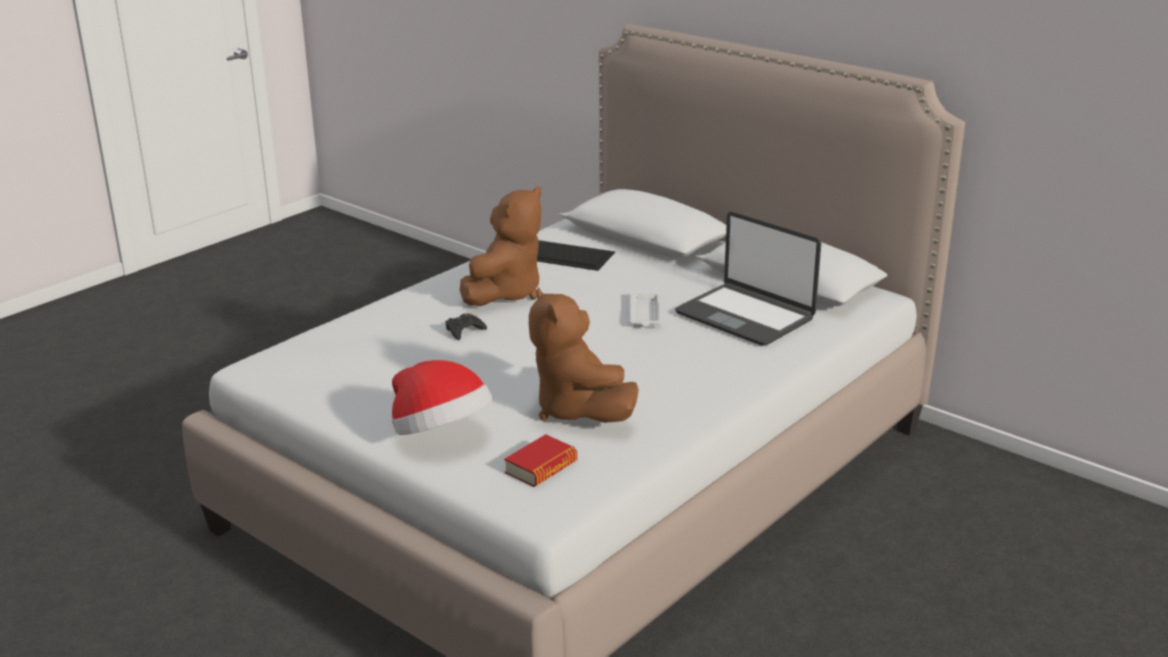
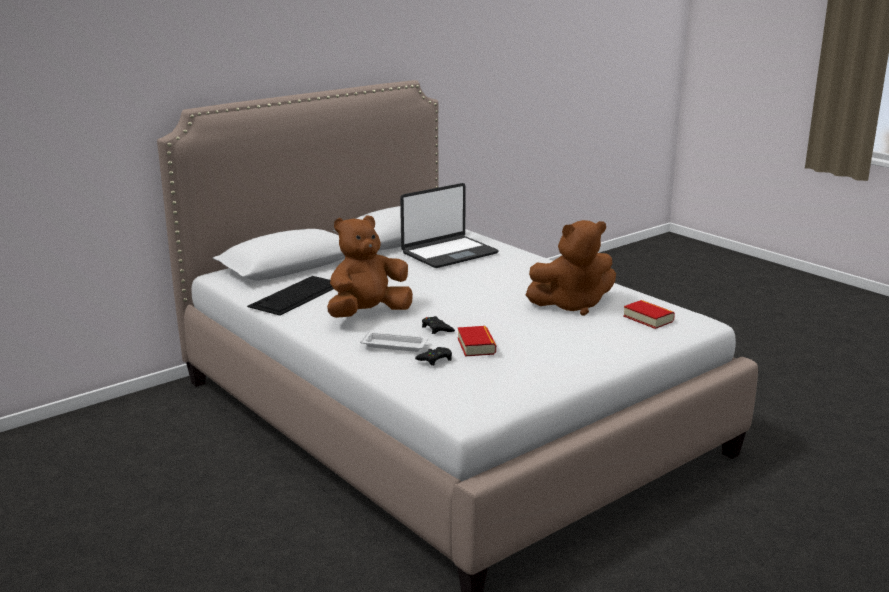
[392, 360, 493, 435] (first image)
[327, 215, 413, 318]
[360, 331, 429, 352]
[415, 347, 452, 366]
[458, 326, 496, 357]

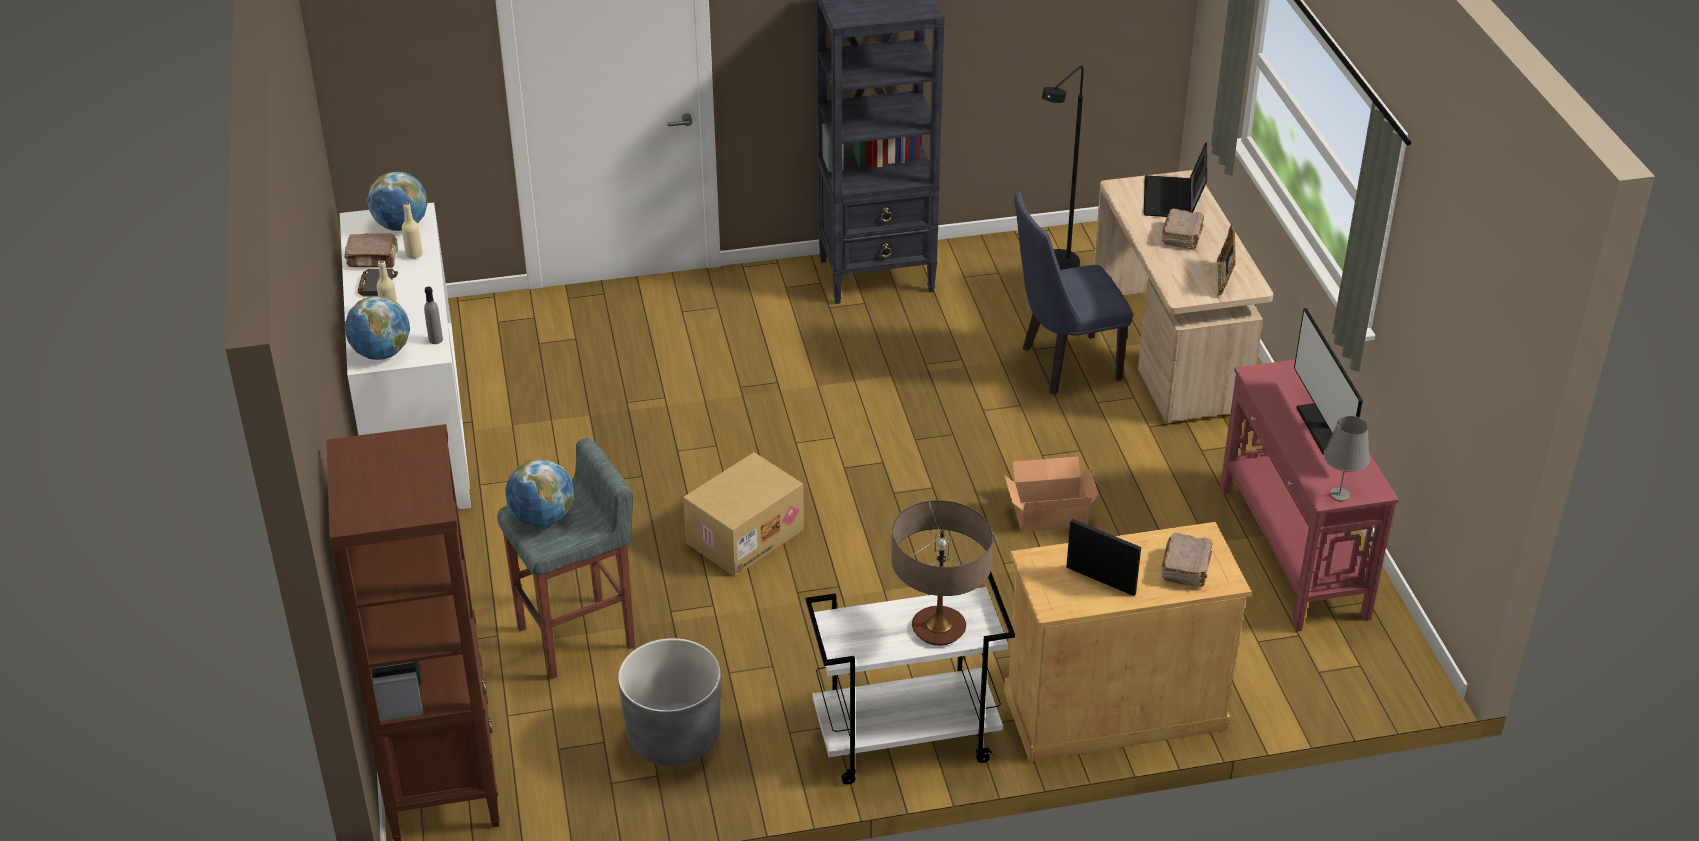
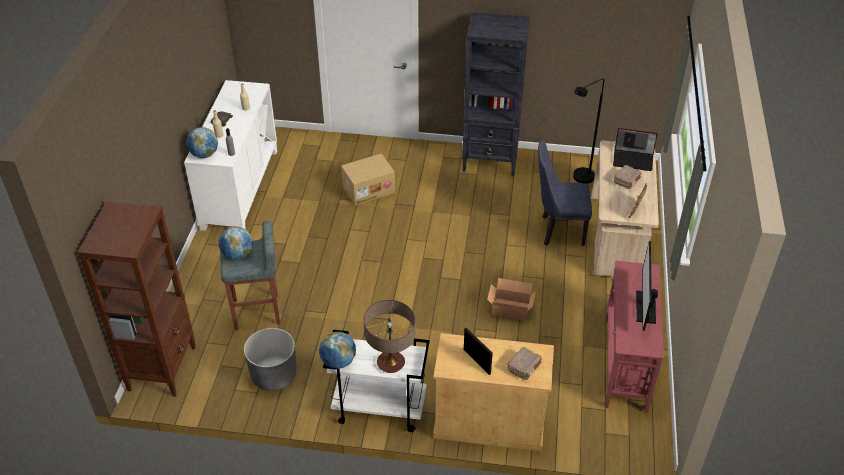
[344, 233, 398, 268] (first image)
[319, 332, 356, 369]
[341, 153, 395, 205]
[613, 128, 657, 171]
[1324, 416, 1370, 502] (first image)

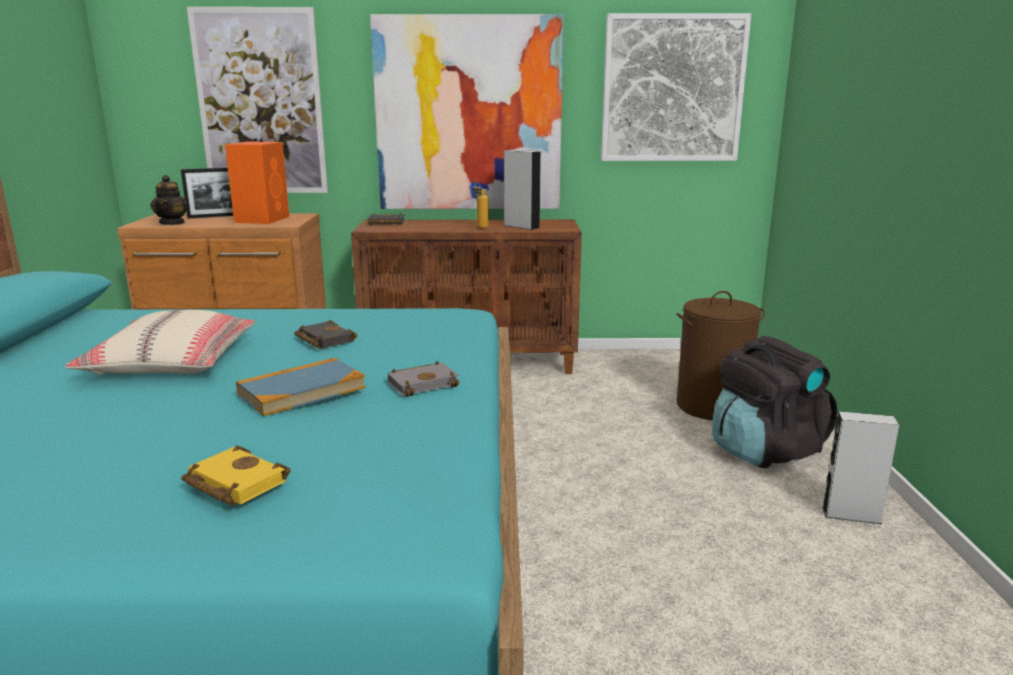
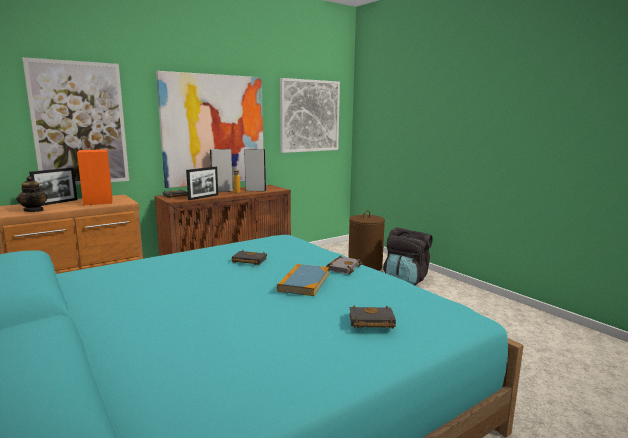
[65, 310, 255, 375] (first image)
[349, 305, 396, 328]
[210, 149, 233, 192]
[186, 167, 218, 200]

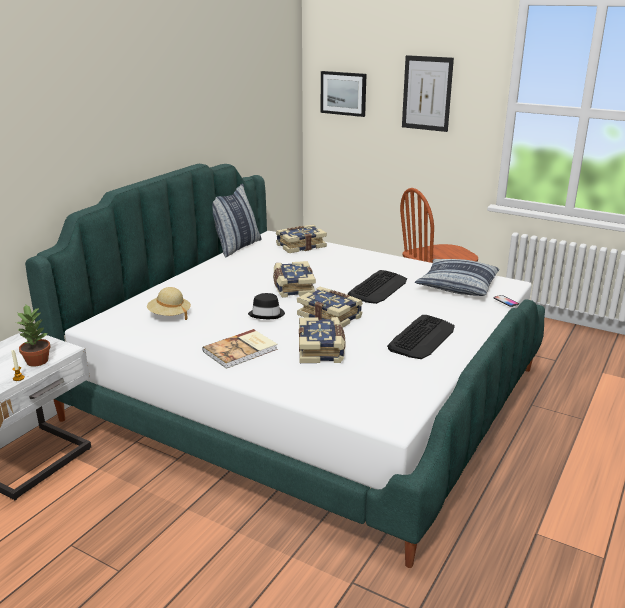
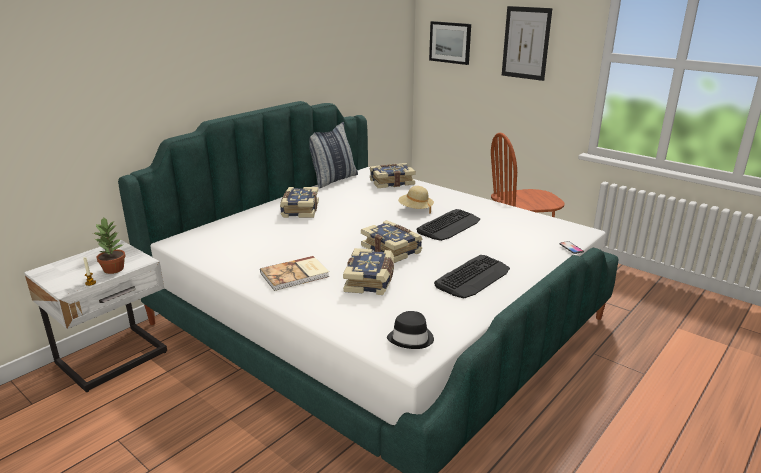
[398, 186, 434, 214]
[387, 311, 434, 349]
[280, 187, 319, 218]
[415, 259, 499, 296] (first image)

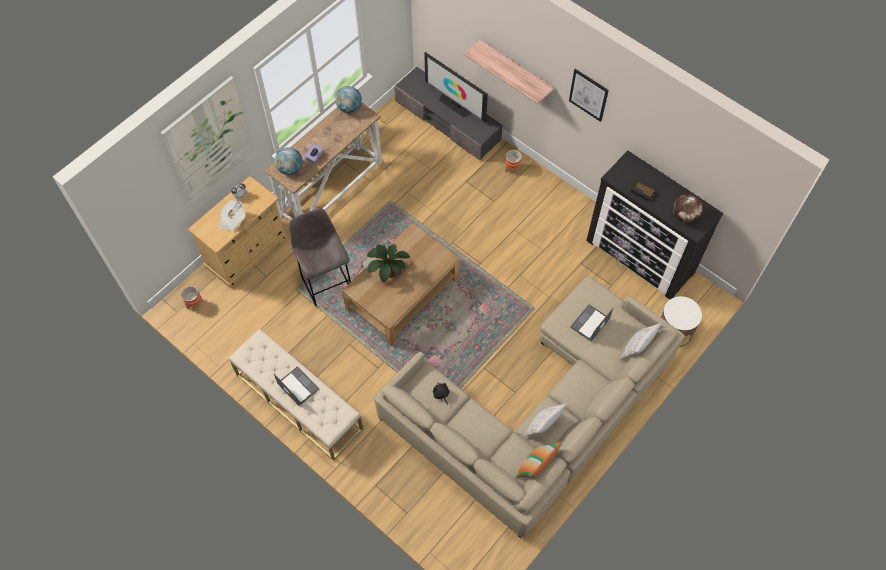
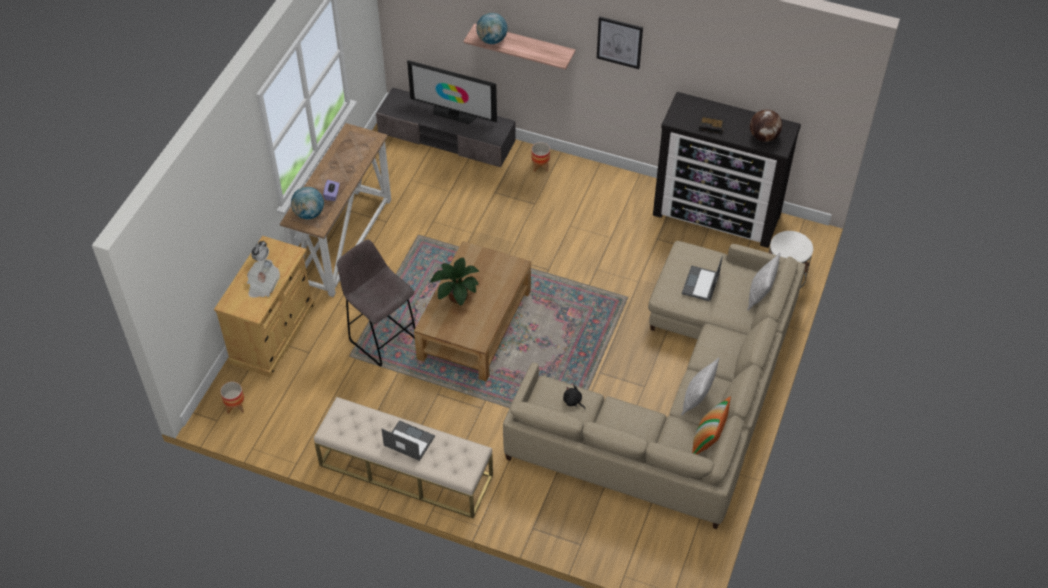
[161, 76, 254, 204] (first image)
[476, 13, 508, 44]

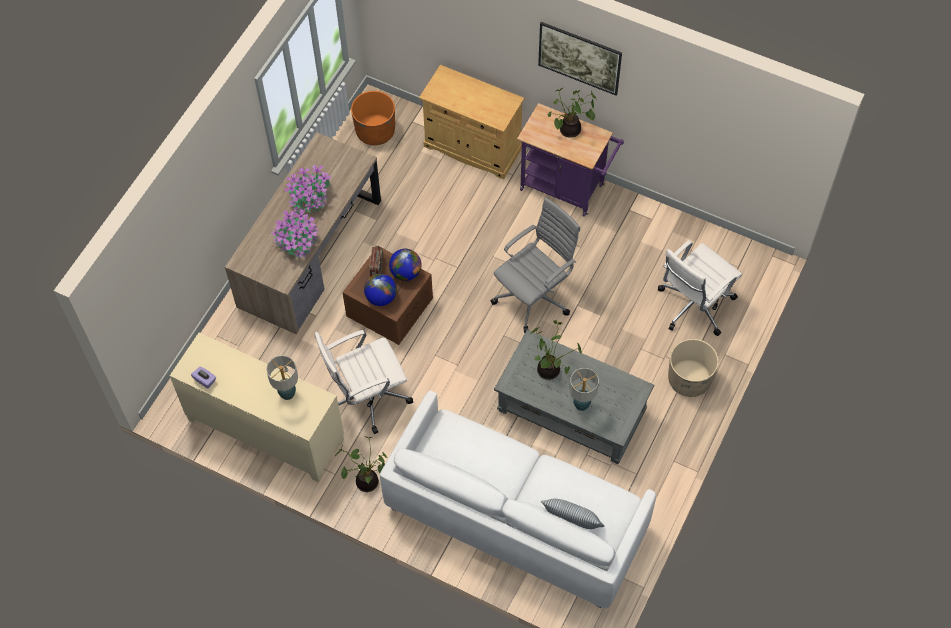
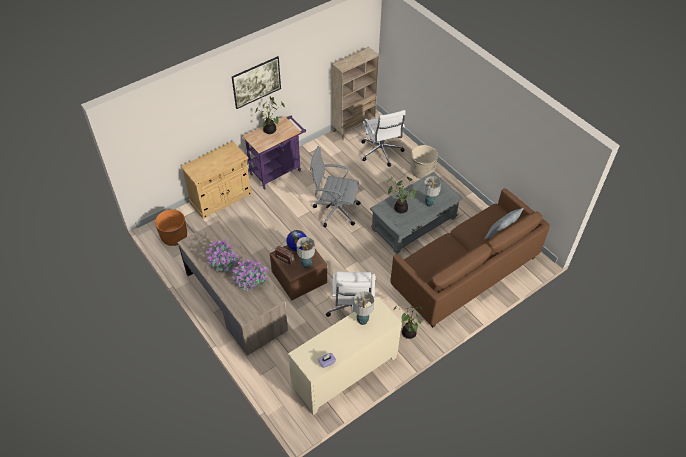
[296, 237, 315, 268]
[391, 188, 550, 328]
[310, 146, 361, 227]
[332, 47, 379, 140]

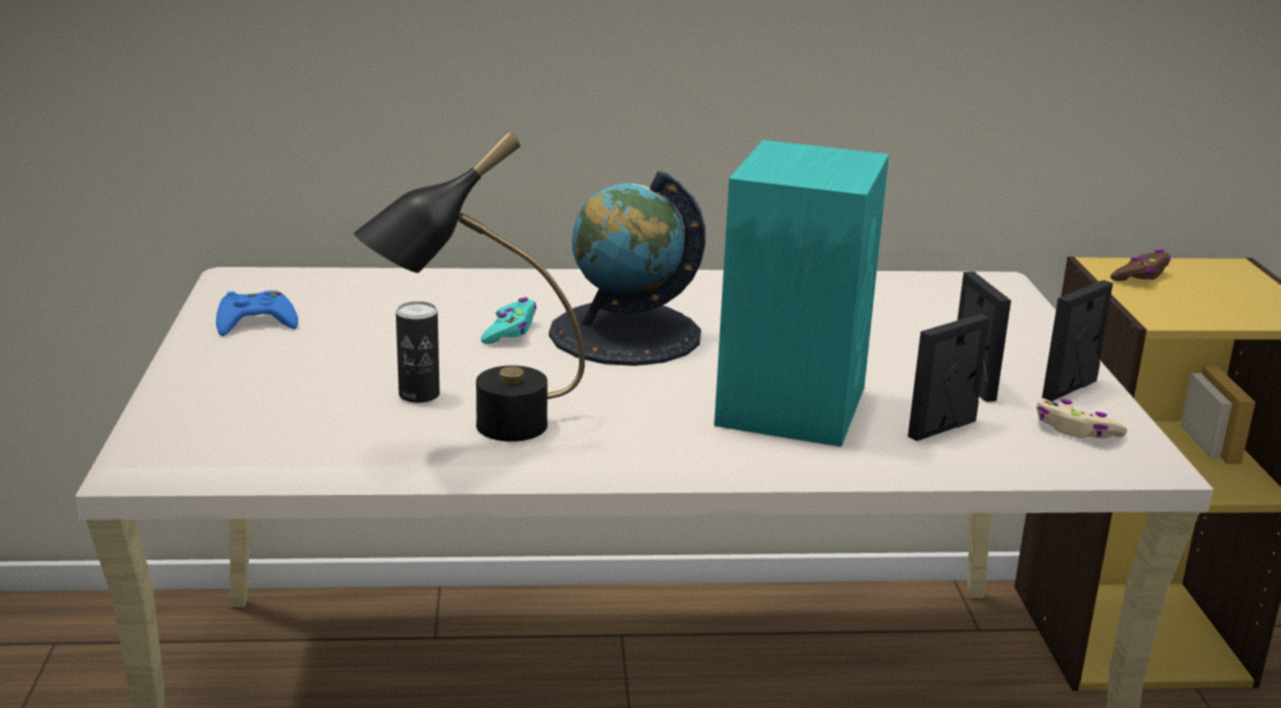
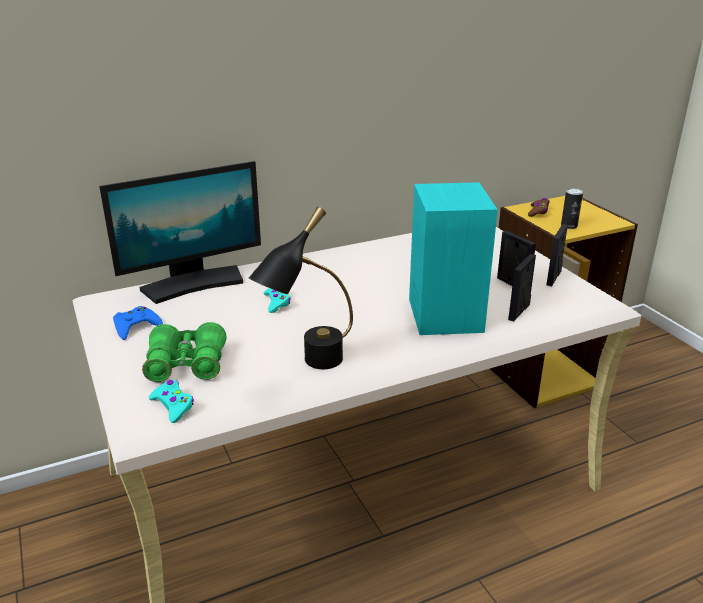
[561, 188, 583, 229]
[549, 171, 705, 366] (first image)
[1036, 399, 1128, 439] (first image)
[99, 161, 261, 304]
[142, 322, 226, 382]
[149, 380, 194, 423]

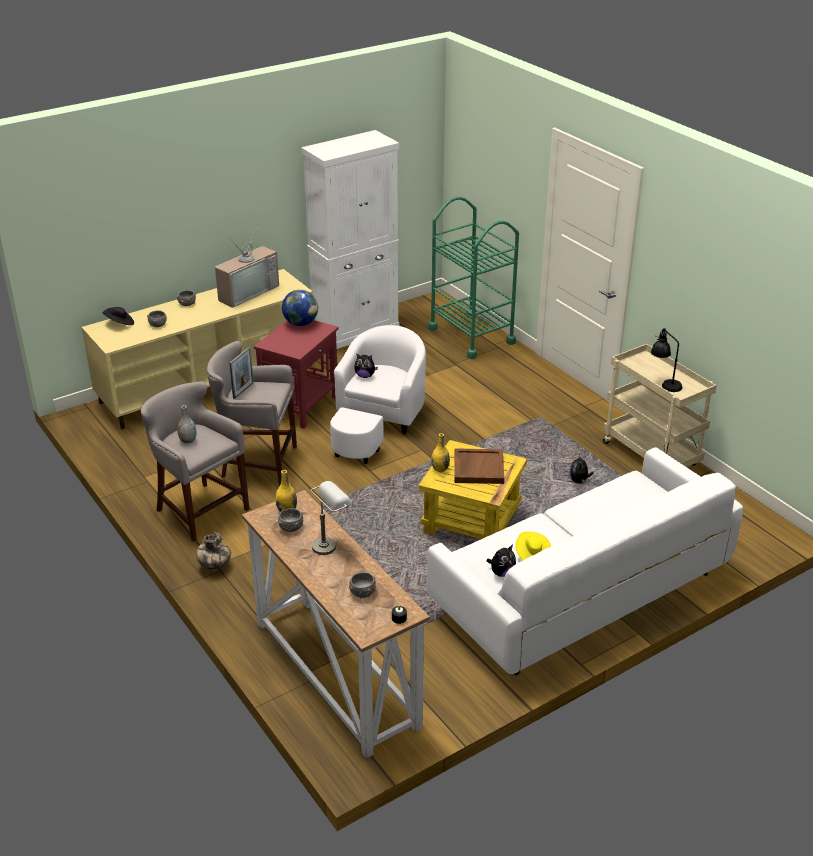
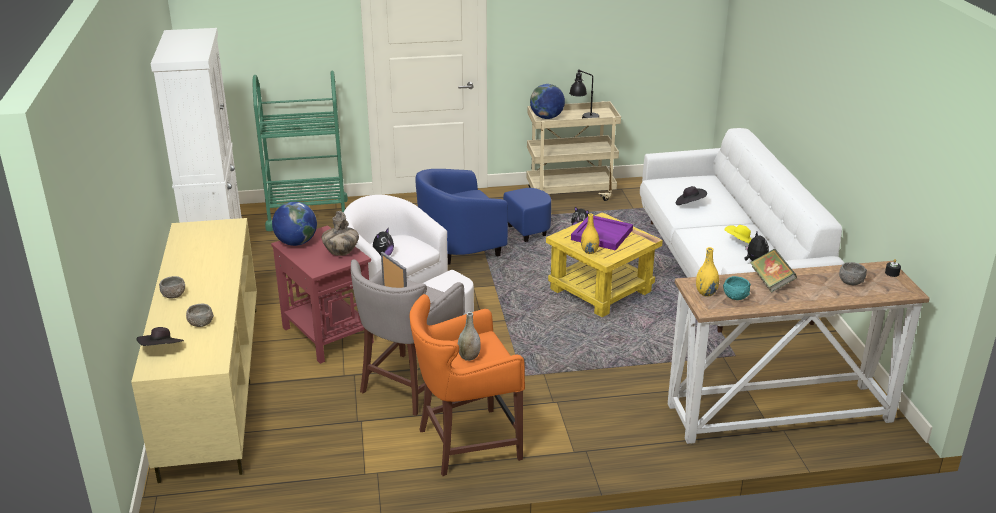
[409, 294, 525, 476]
[322, 211, 359, 256]
[215, 223, 279, 308] (first image)
[723, 276, 751, 300]
[750, 249, 797, 293]
[571, 216, 633, 251]
[415, 169, 551, 265]
[530, 84, 565, 119]
[676, 186, 707, 205]

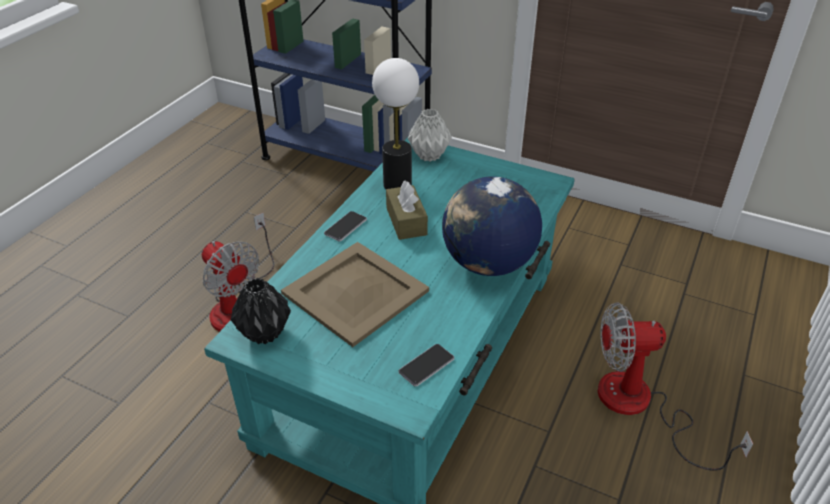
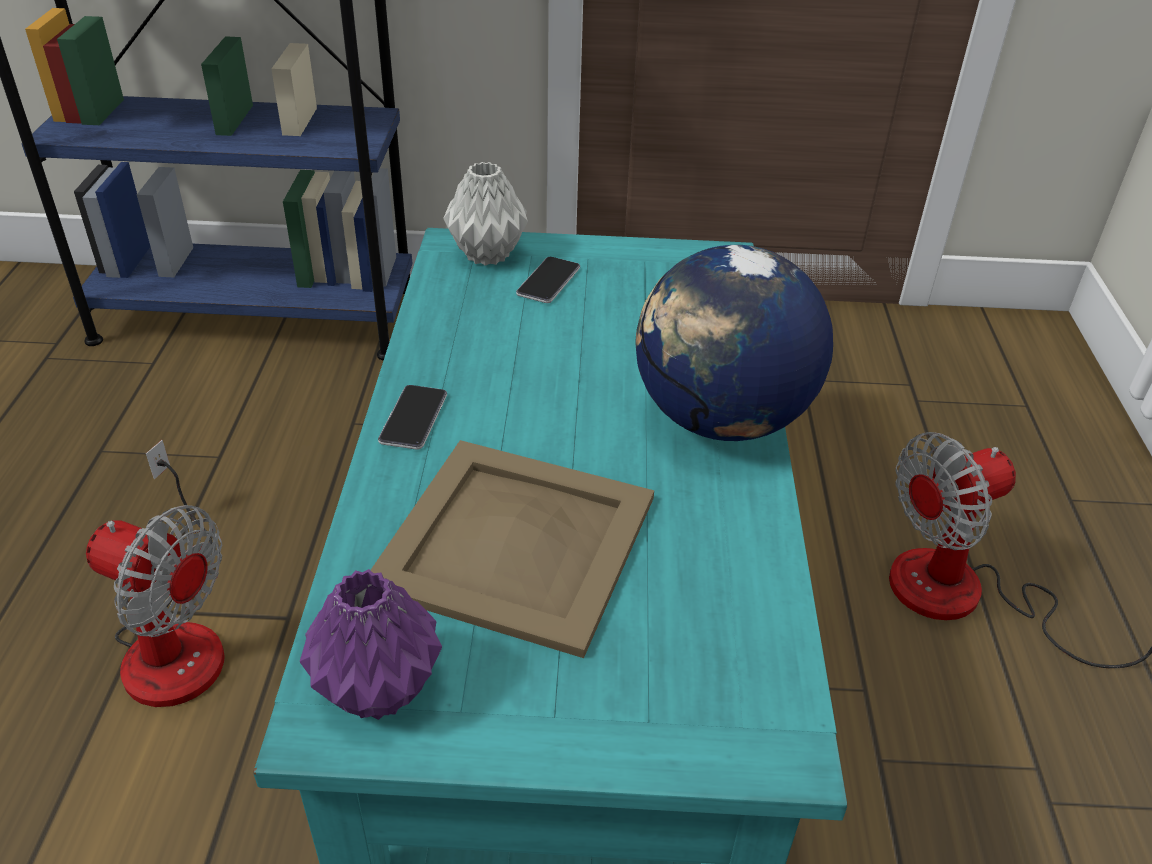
[300, 569, 442, 720]
[372, 58, 419, 189] (first image)
[386, 180, 428, 240] (first image)
[516, 257, 580, 303]

